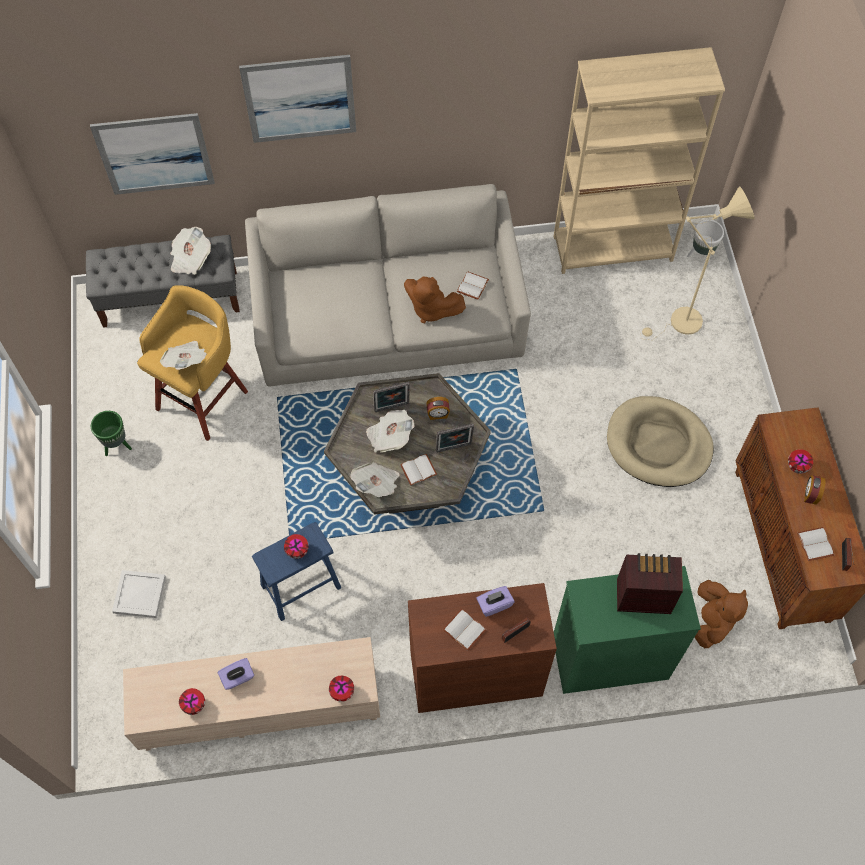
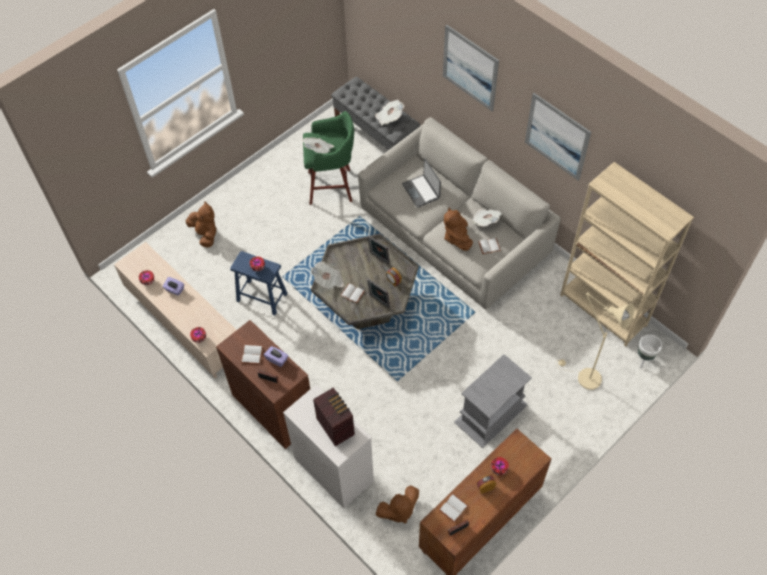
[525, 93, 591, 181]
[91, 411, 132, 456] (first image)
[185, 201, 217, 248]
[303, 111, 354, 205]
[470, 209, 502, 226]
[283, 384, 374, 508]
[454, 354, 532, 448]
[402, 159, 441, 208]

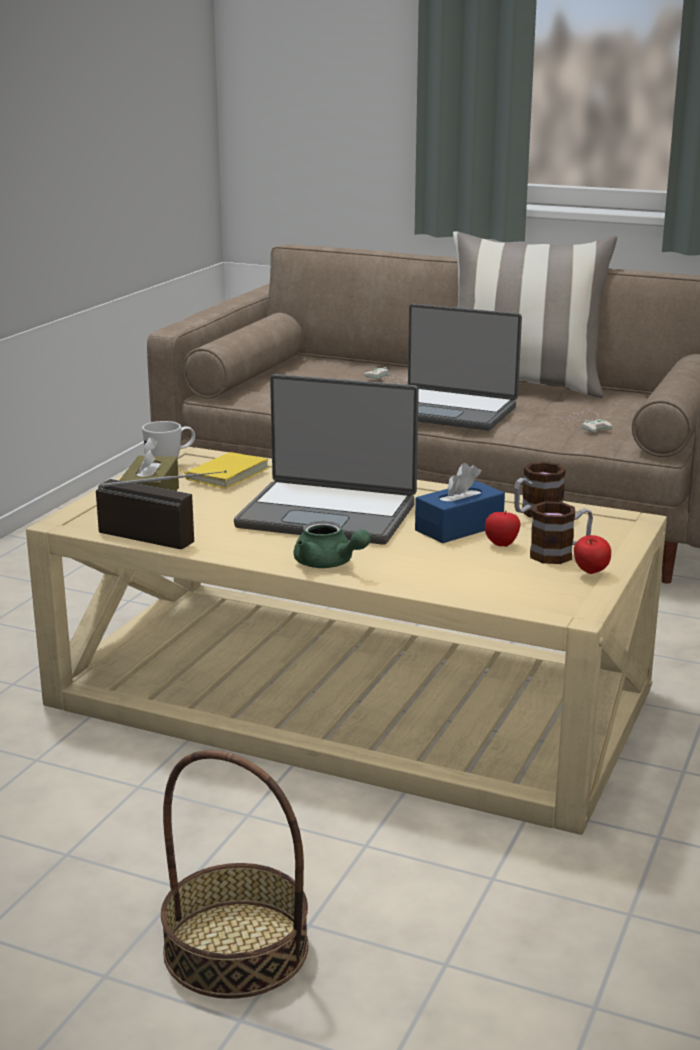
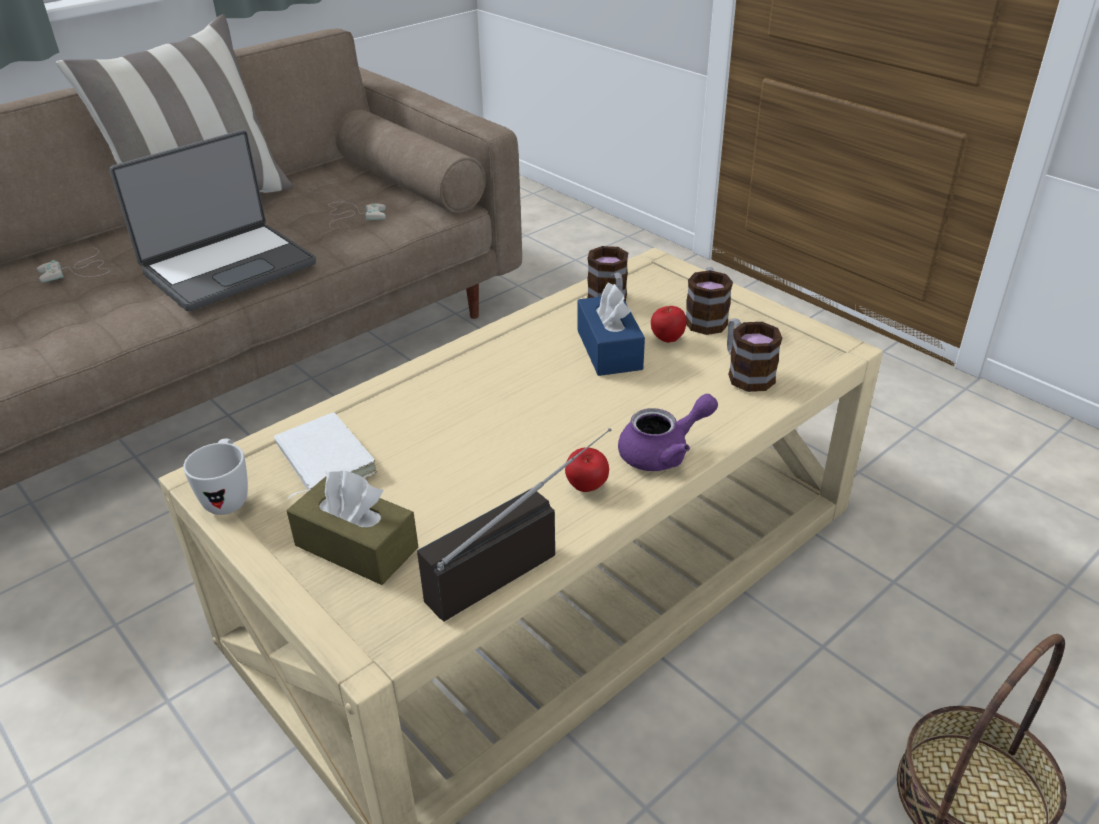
[274, 413, 377, 499]
[234, 374, 419, 545] (first image)
[618, 394, 718, 471]
[565, 447, 609, 492]
[727, 318, 782, 392]

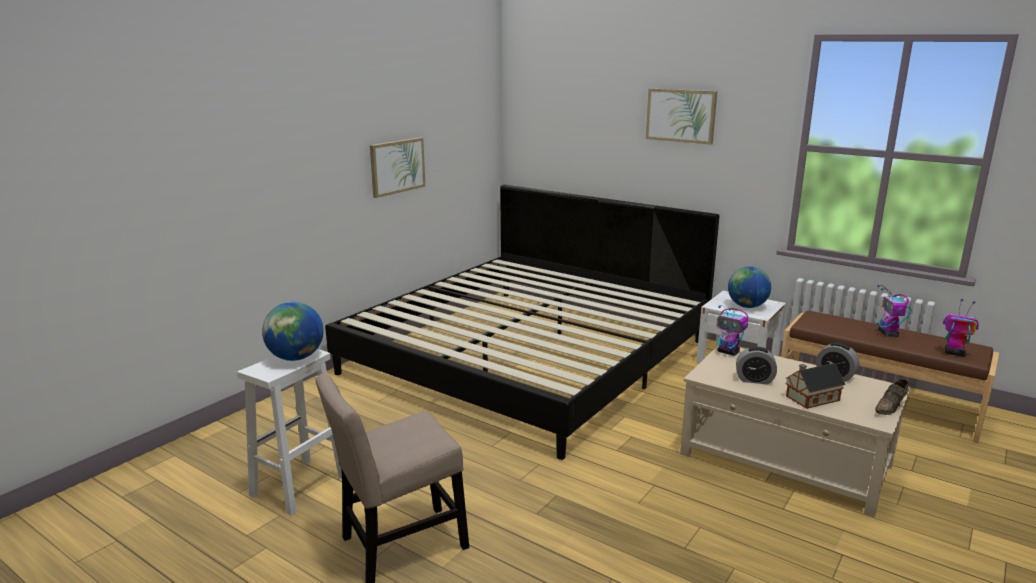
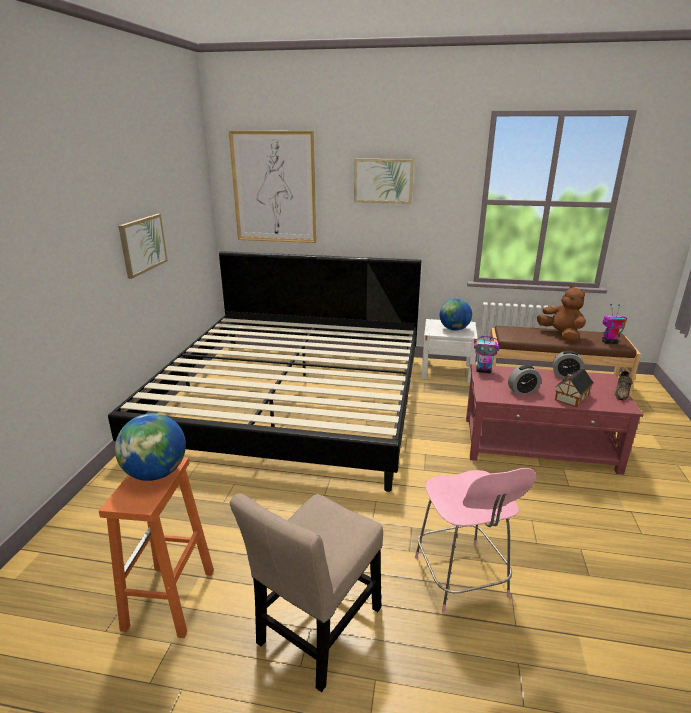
[99, 457, 214, 638]
[466, 364, 644, 475]
[537, 285, 586, 342]
[229, 131, 316, 243]
[415, 468, 536, 613]

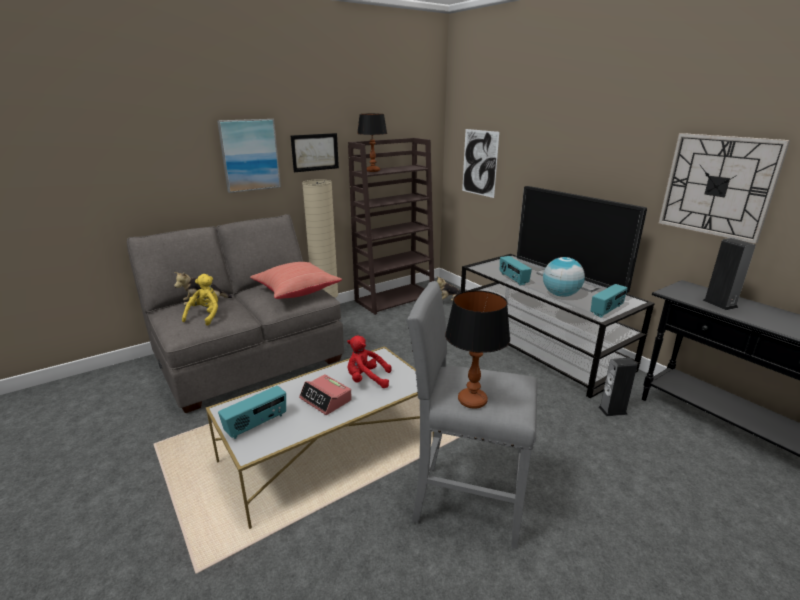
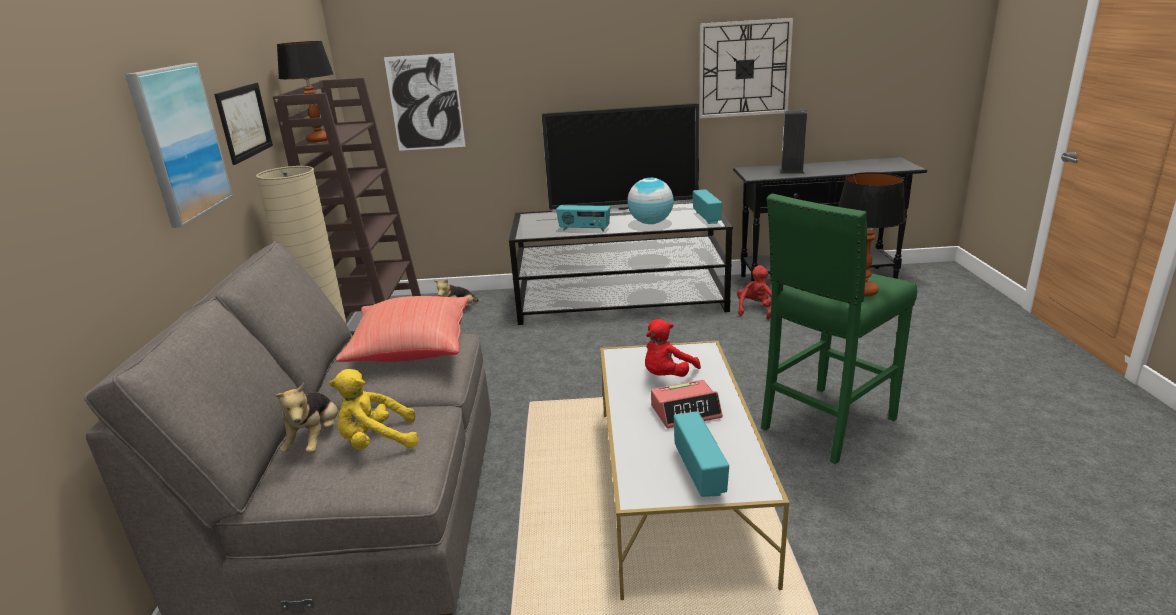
[329, 369, 418, 450]
[761, 194, 917, 464]
[737, 265, 772, 320]

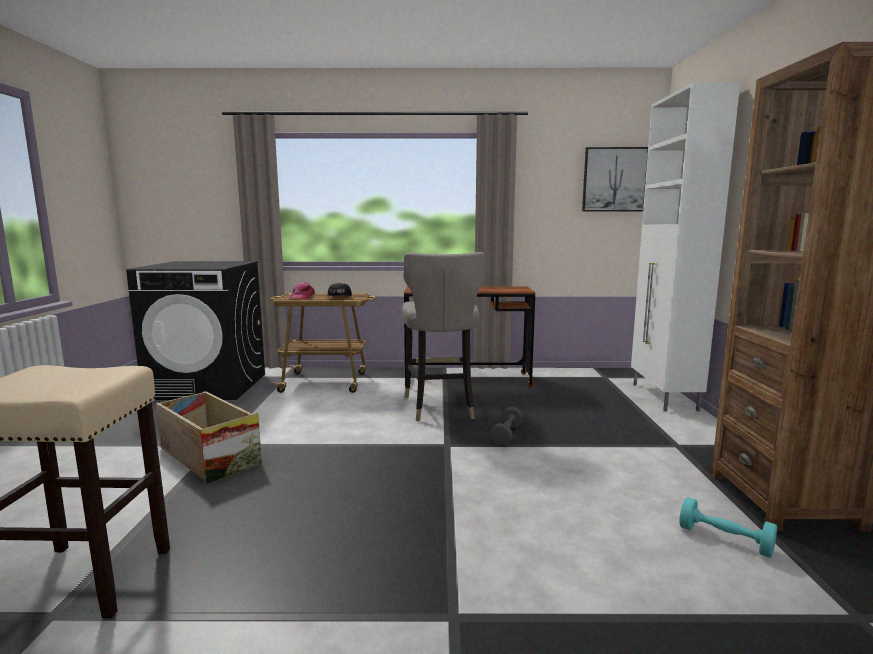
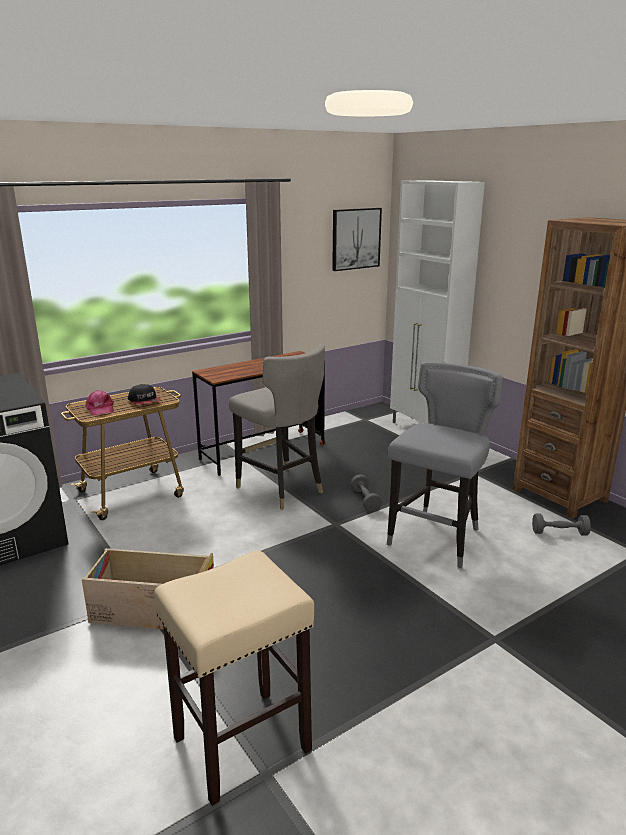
[532, 513, 591, 536]
[387, 362, 503, 568]

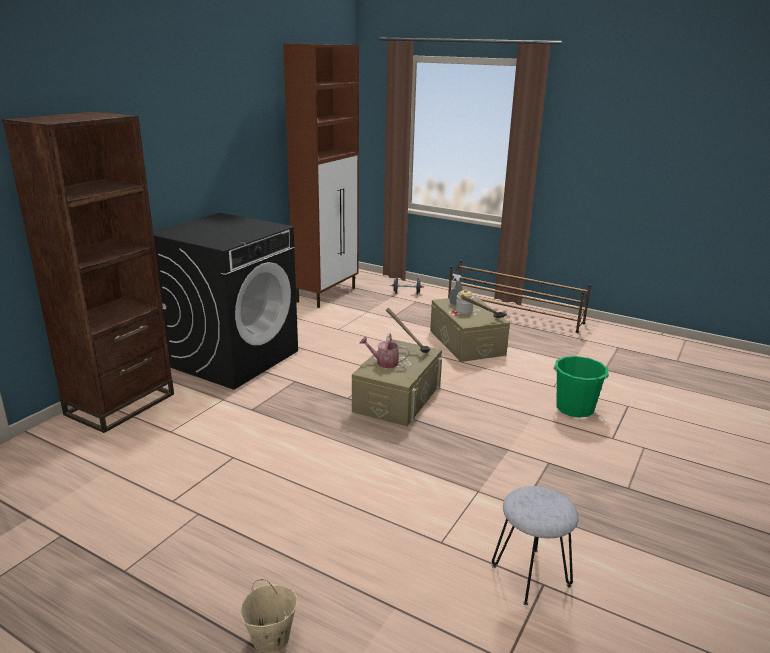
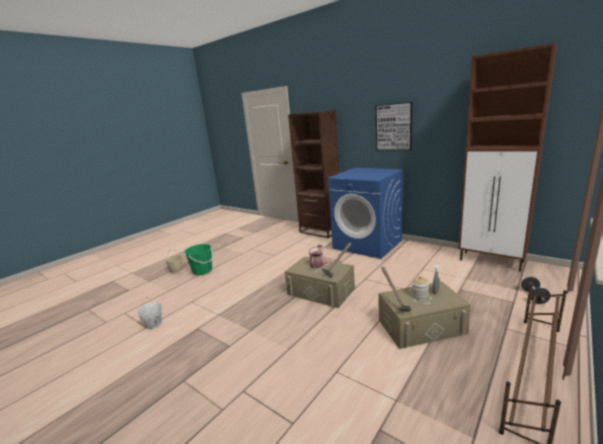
[328, 168, 403, 259]
[137, 297, 162, 329]
[184, 244, 213, 275]
[376, 102, 412, 150]

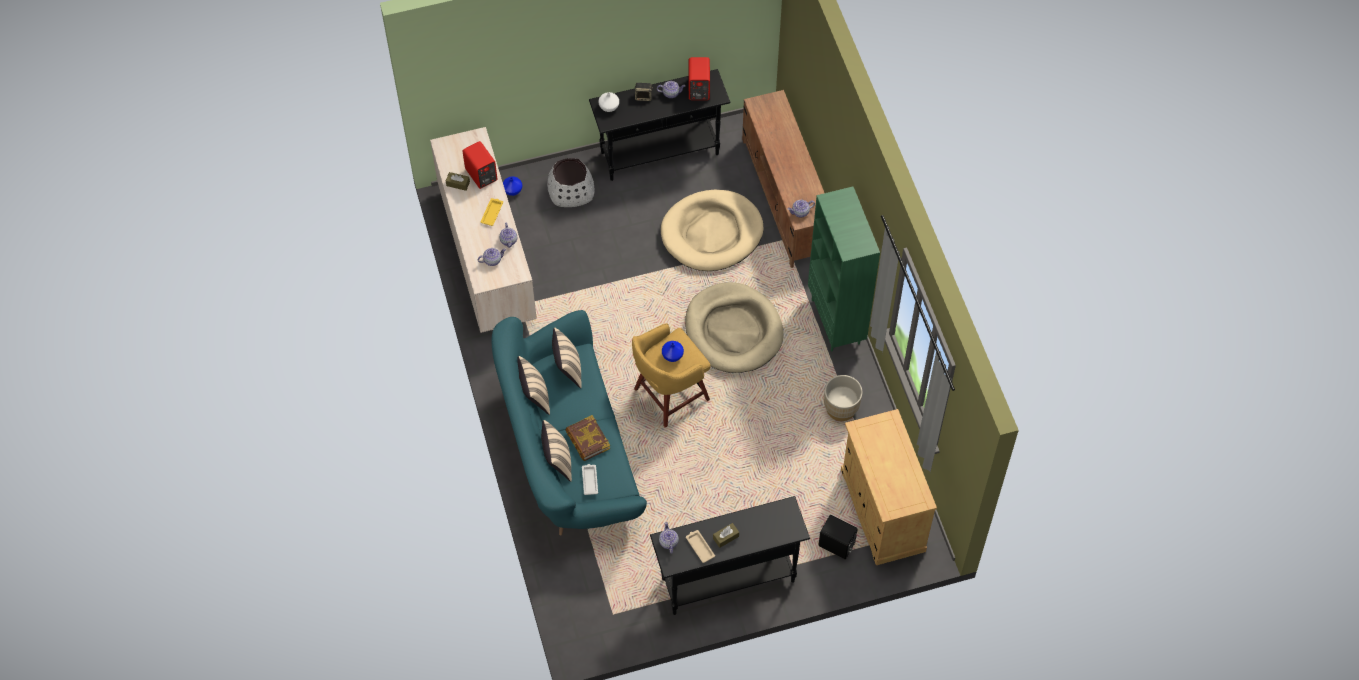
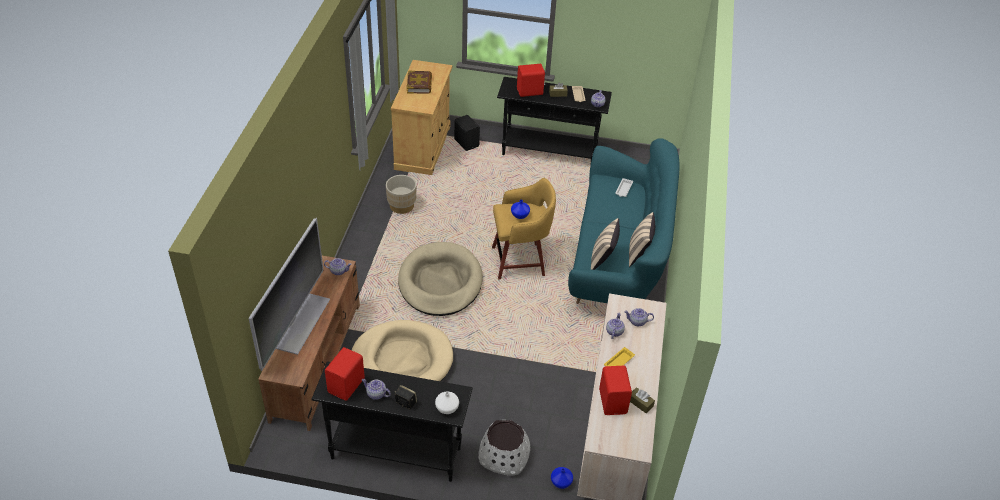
[541, 420, 572, 482] (first image)
[407, 71, 432, 94]
[808, 186, 880, 351] (first image)
[249, 218, 330, 371]
[517, 64, 545, 97]

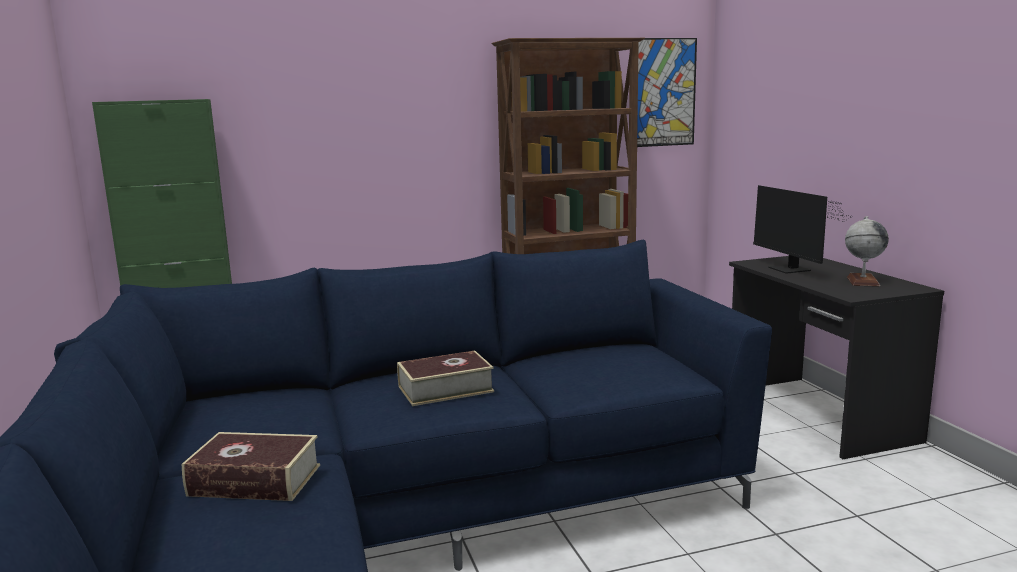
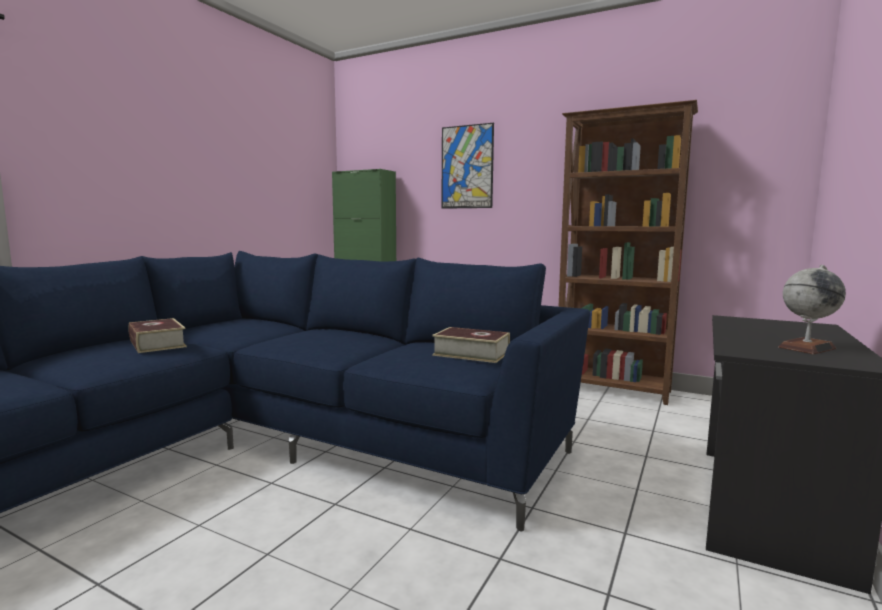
[432, 327, 510, 363]
[441, 123, 494, 209]
[753, 185, 852, 274] (first image)

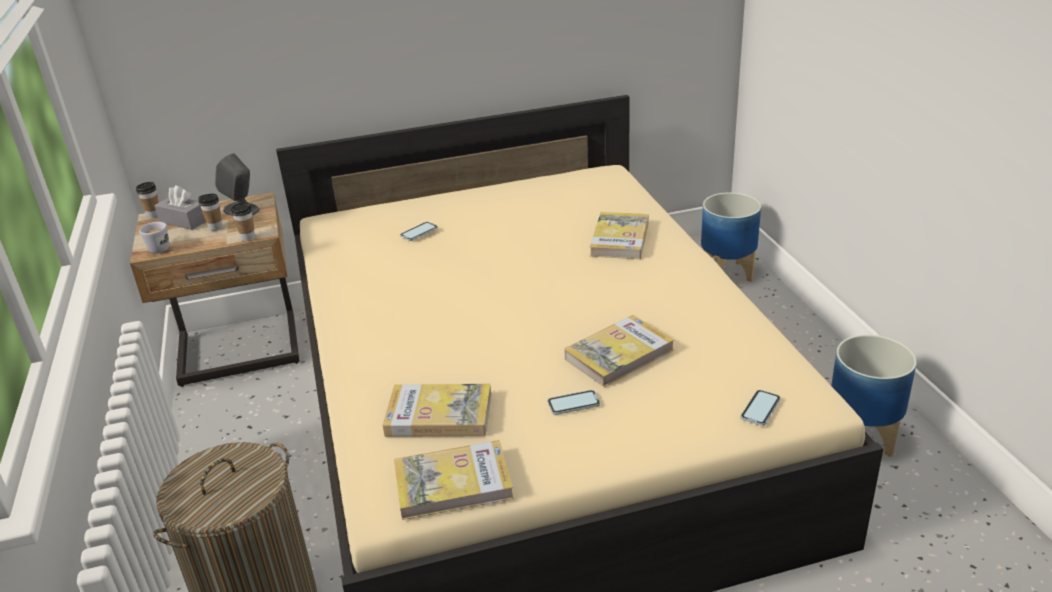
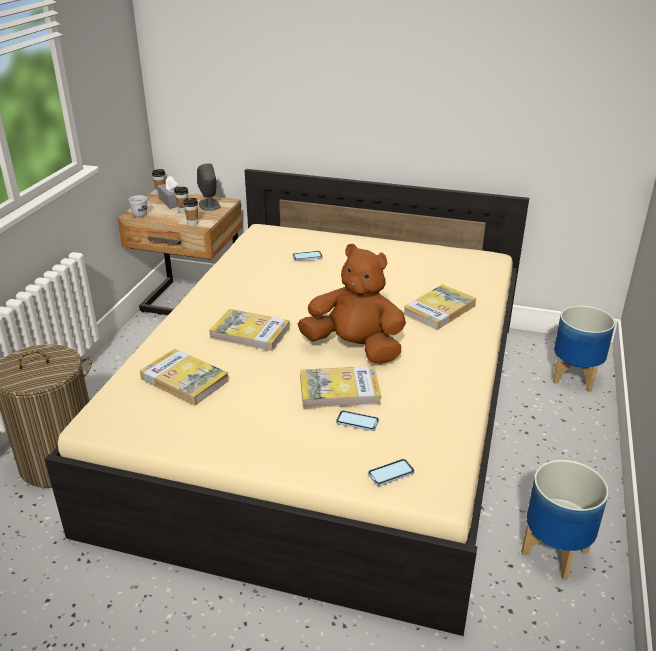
[209, 309, 290, 351]
[336, 410, 379, 431]
[298, 244, 406, 364]

